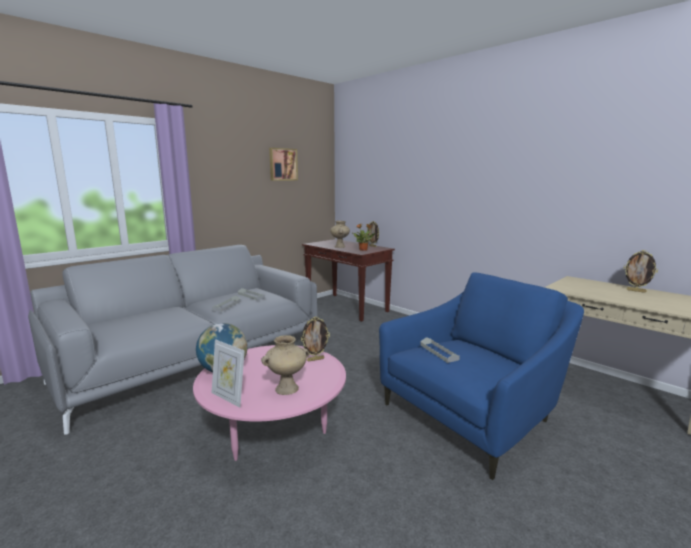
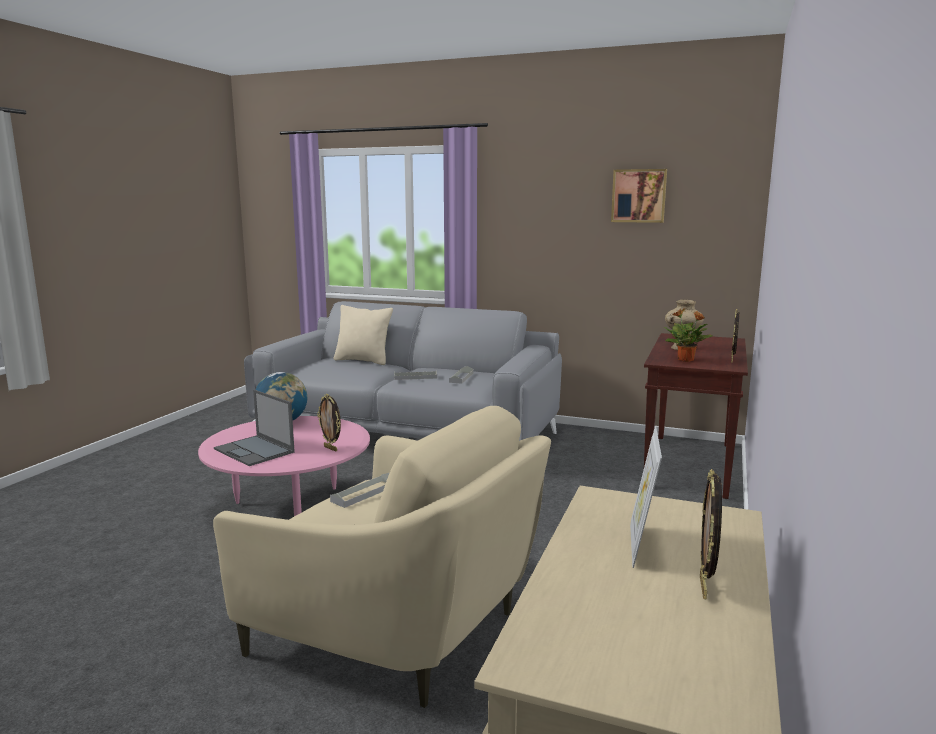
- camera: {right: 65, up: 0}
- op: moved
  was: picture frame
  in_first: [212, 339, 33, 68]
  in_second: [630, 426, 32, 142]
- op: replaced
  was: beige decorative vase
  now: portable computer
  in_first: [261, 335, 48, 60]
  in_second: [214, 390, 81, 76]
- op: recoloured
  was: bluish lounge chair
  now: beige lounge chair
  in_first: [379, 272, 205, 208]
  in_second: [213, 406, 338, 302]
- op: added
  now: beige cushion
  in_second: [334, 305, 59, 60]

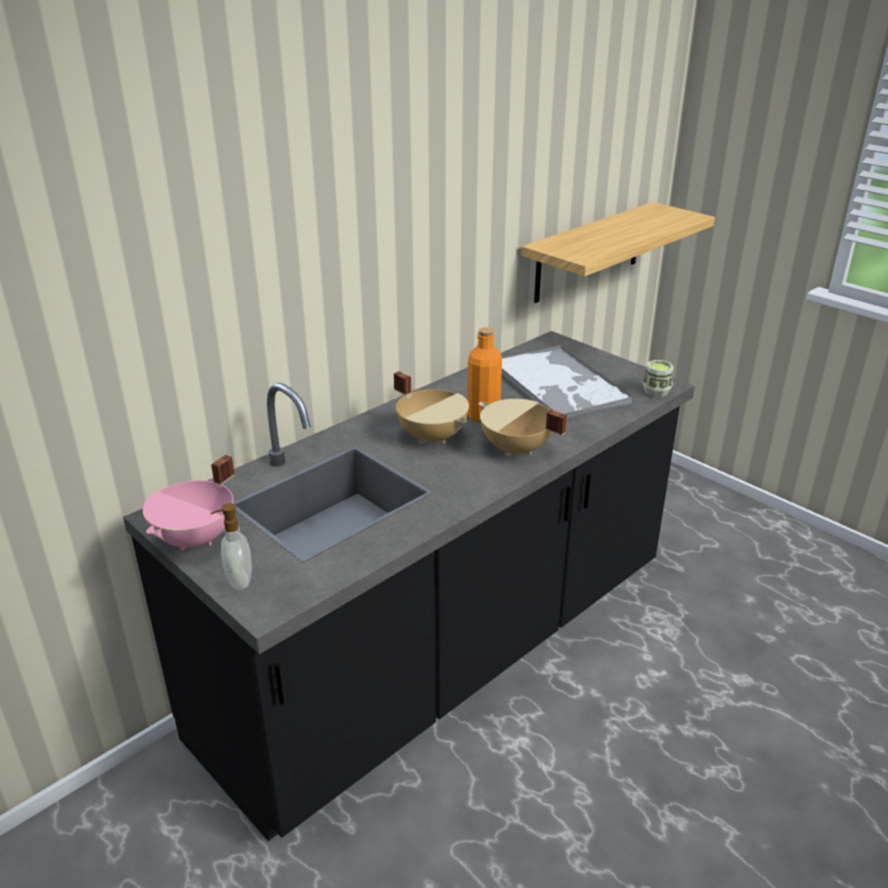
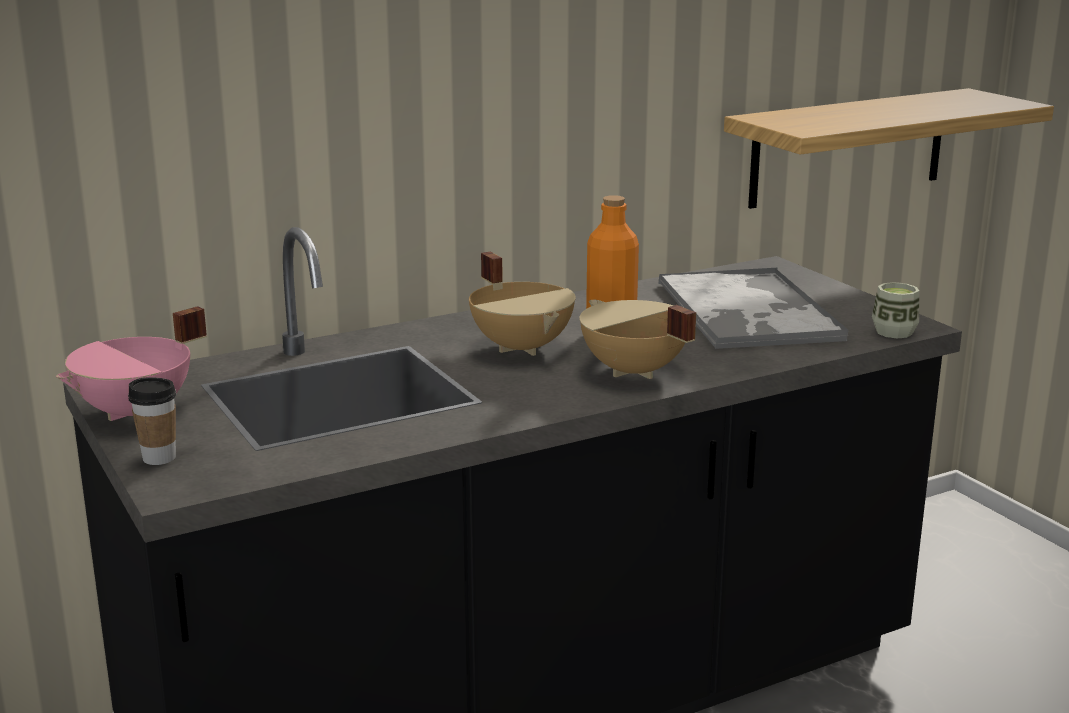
- camera: {right: 15, up: -10}
- op: replaced
  was: soap bottle
  now: cup
  in_first: [210, 503, 42, 87]
  in_second: [128, 377, 48, 88]

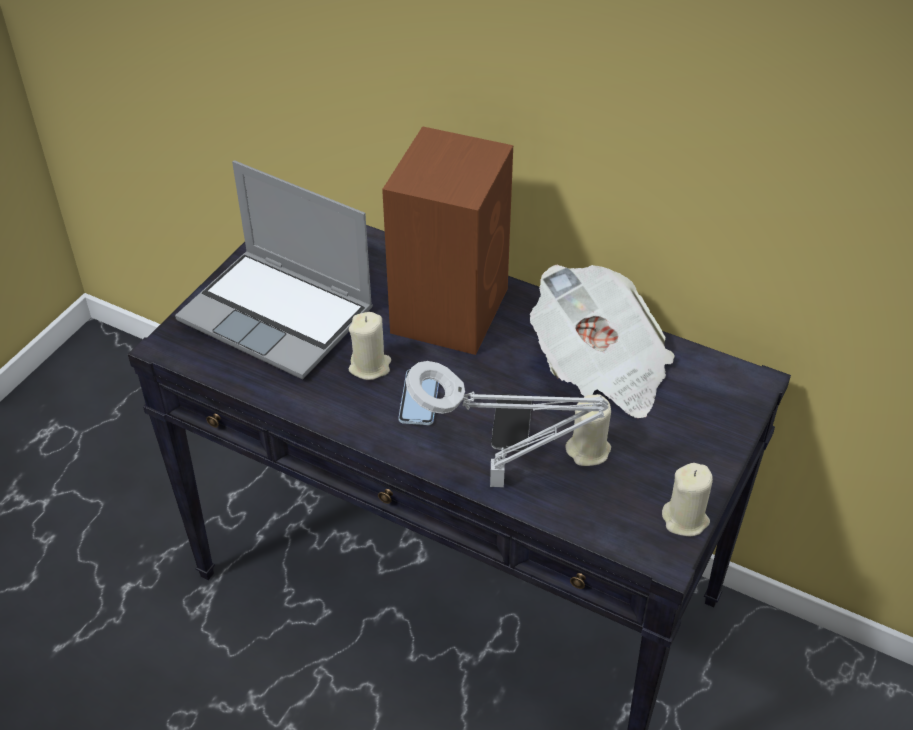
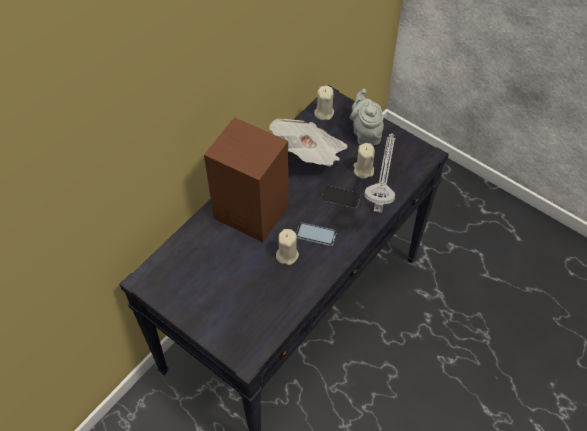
- camera: {right: -80, up: 10}
- op: removed
  was: portable computer
  in_first: [175, 161, 198, 219]
- op: moved
  was: beige wax candle
  in_first: [662, 463, 51, 73]
  in_second: [314, 86, 20, 34]
- op: added
  now: grey tea pot
  in_second: [350, 89, 34, 56]

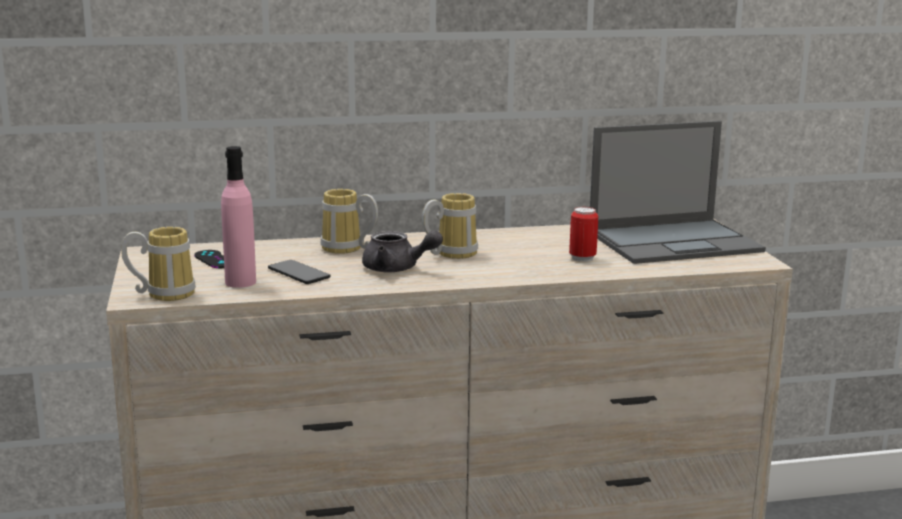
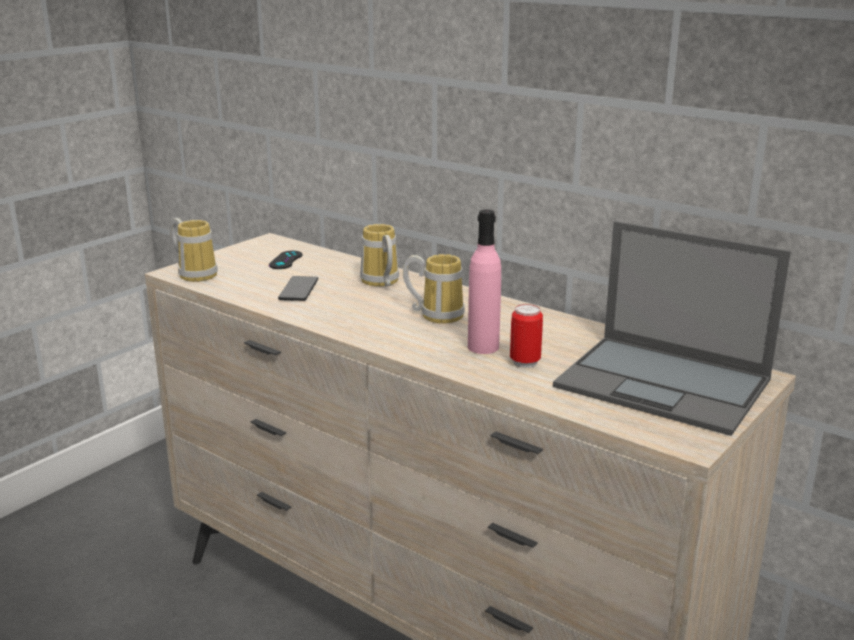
- camera: {right: 50, up: 5}
- op: moved
  was: pink bottle
  in_first: [221, 146, 35, 142]
  in_second: [468, 209, 33, 145]
- op: removed
  was: grey tea pot
  in_first: [362, 230, 81, 43]

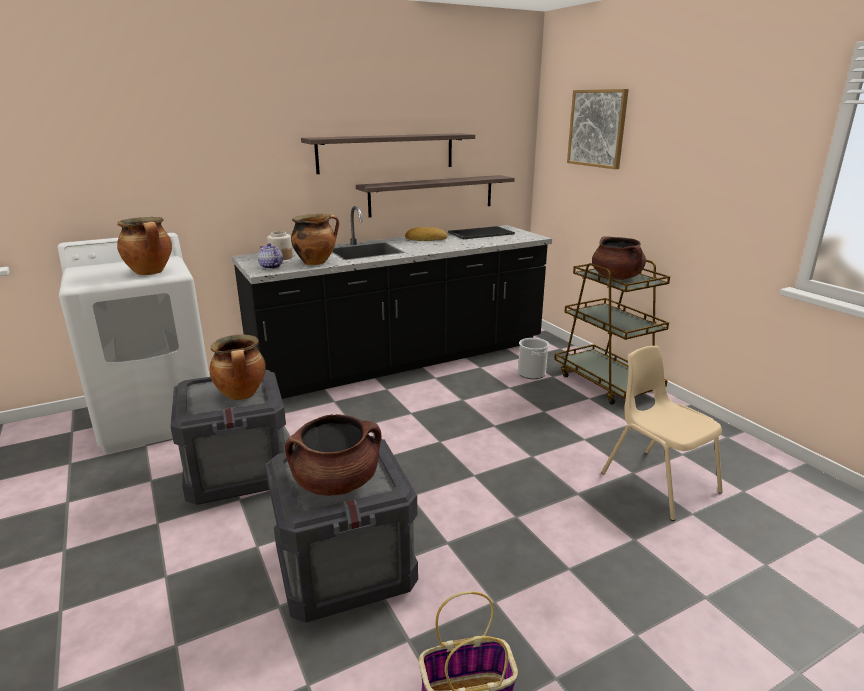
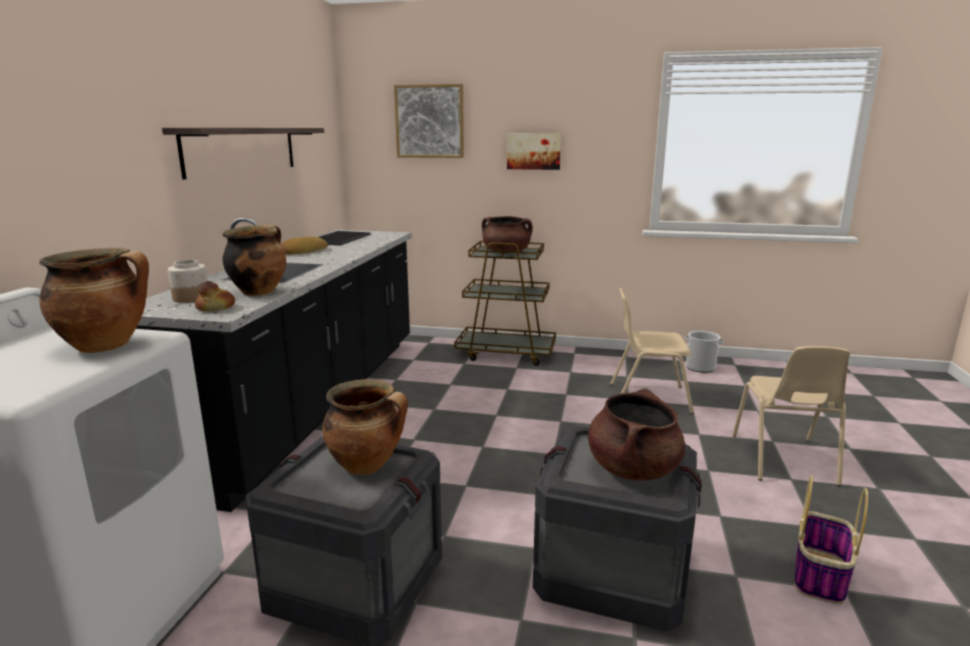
- camera: {right: -50, up: -5}
- op: replaced
  was: tea pot
  now: bakery bread
  in_first: [258, 243, 25, 26]
  in_second: [195, 281, 40, 30]
- op: removed
  was: wall shelf
  in_first: [356, 175, 159, 42]
- op: moved
  was: water bucket
  in_first: [518, 338, 31, 41]
  in_second: [685, 331, 38, 42]
- op: added
  now: wall picture
  in_second: [507, 133, 54, 37]
- op: added
  now: beige chair
  in_second: [732, 346, 118, 140]

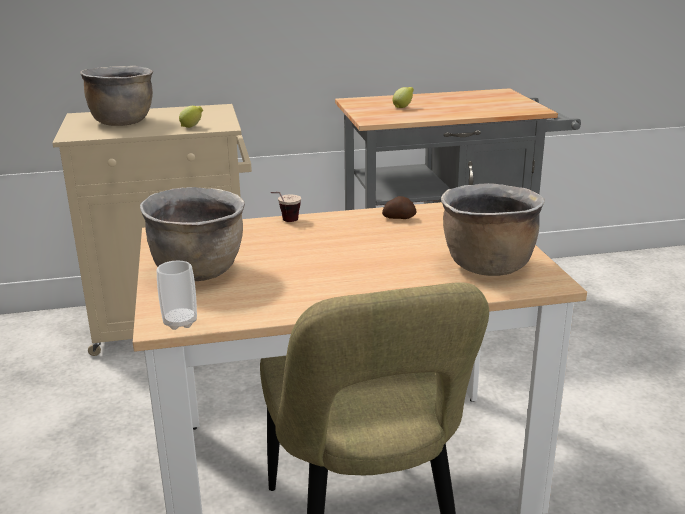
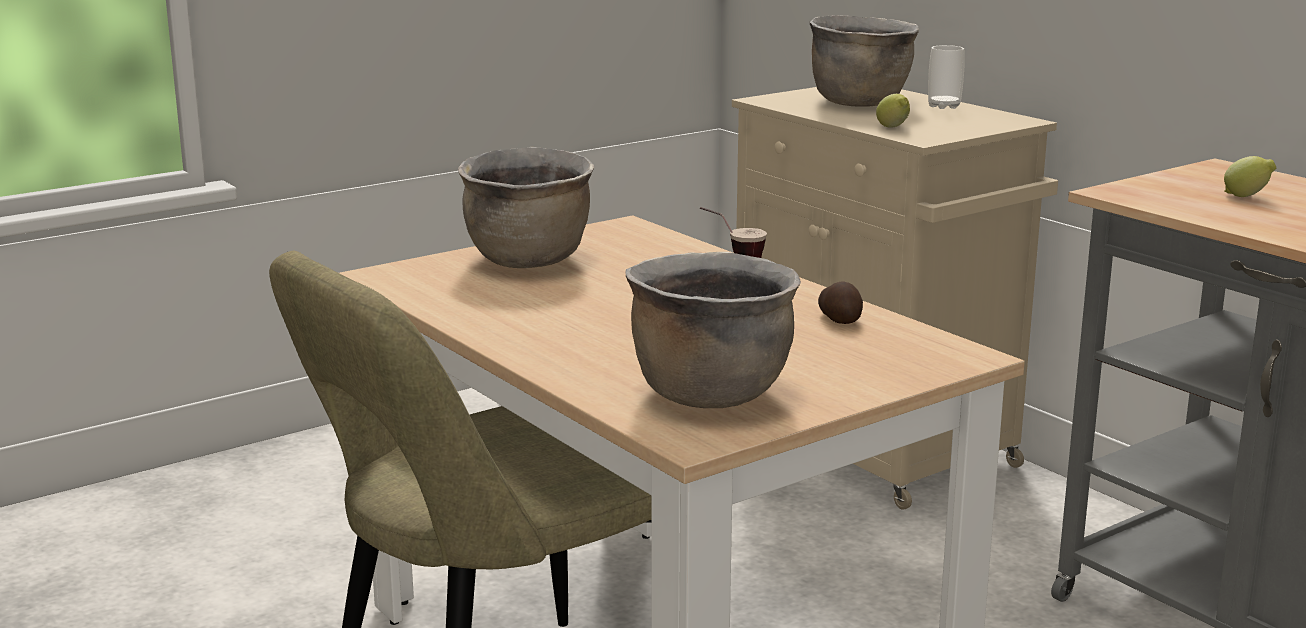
- camera: {right: 65, up: -5}
- op: moved
  was: cup
  in_first: [157, 261, 40, 69]
  in_second: [928, 45, 37, 64]

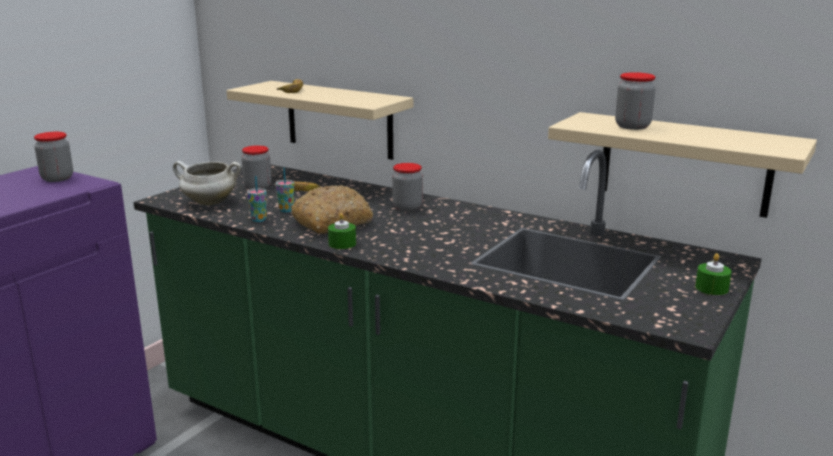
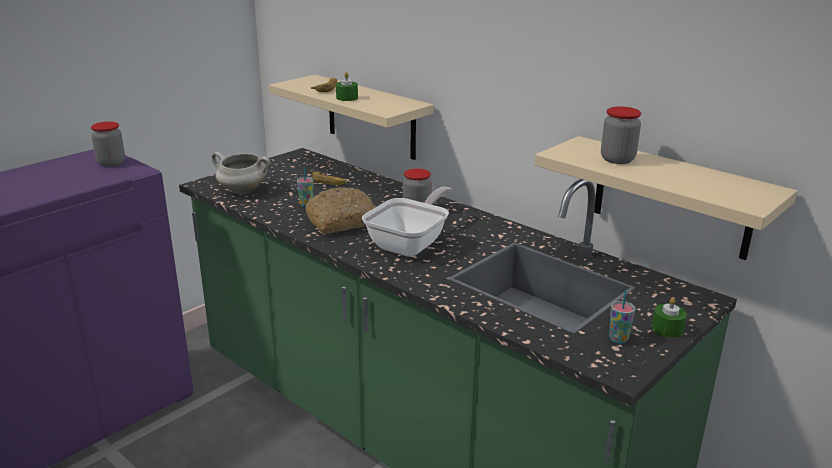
- camera: {right: 10, up: 5}
- op: removed
  was: preserve jar
  in_first: [242, 145, 30, 44]
- op: moved
  was: cup
  in_first: [247, 176, 20, 46]
  in_second: [609, 290, 26, 54]
- op: moved
  was: green-coloured wax candle
  in_first: [328, 213, 28, 36]
  in_second: [336, 72, 22, 29]
- op: added
  now: frying pan
  in_second: [362, 187, 90, 70]

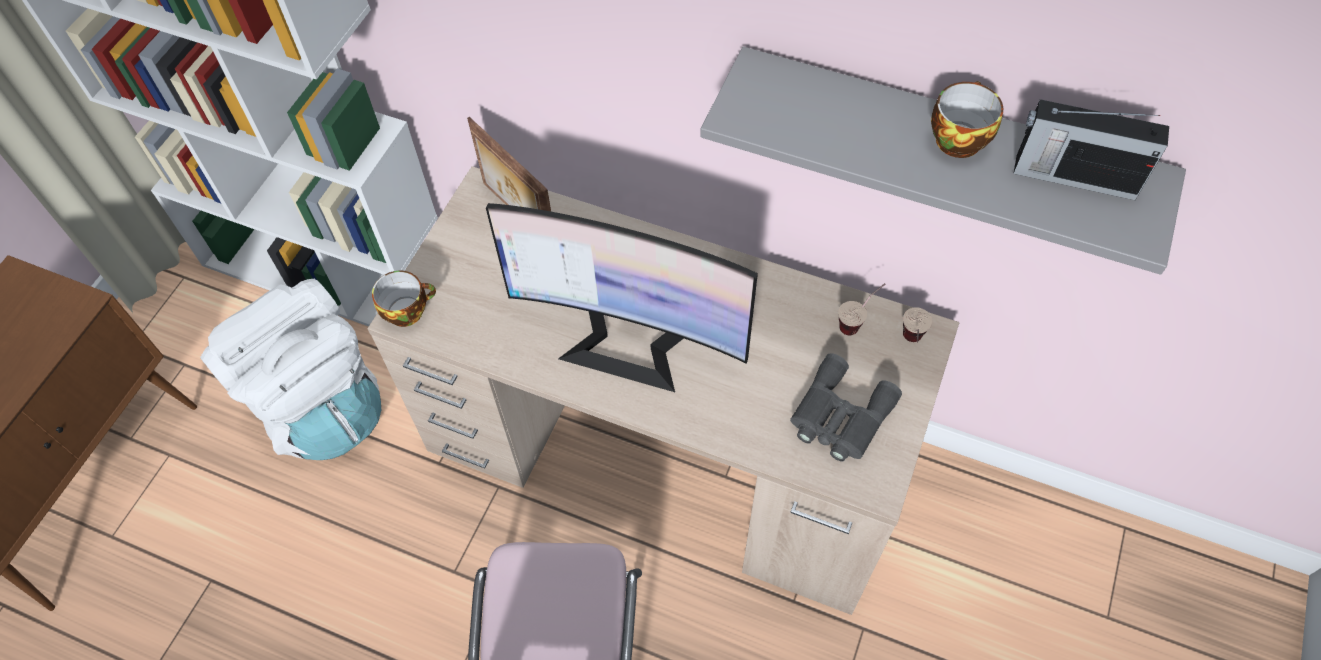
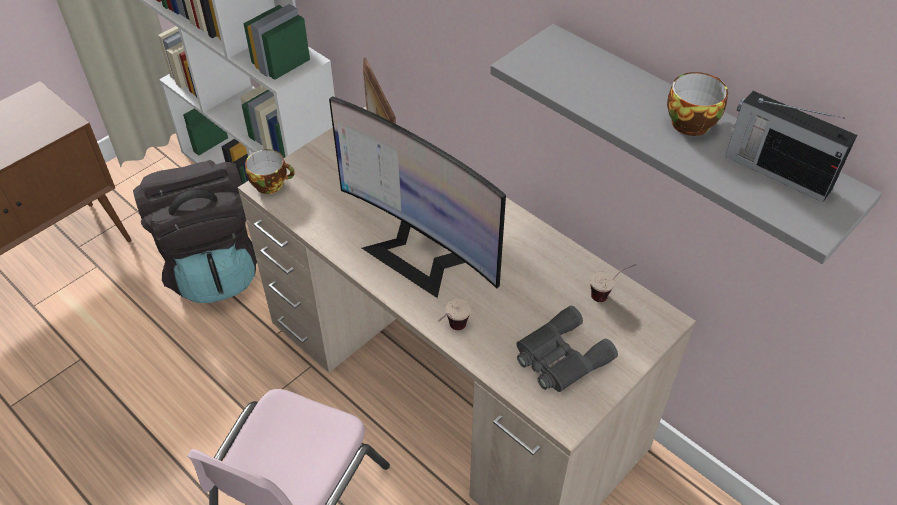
- camera: {right: 20, up: -10}
- op: recoloured
  was: white rucksack
  now: black rucksack
  in_first: [200, 279, 181, 181]
  in_second: [133, 160, 124, 143]
- op: moved
  was: cup
  in_first: [903, 307, 30, 36]
  in_second: [438, 299, 33, 31]

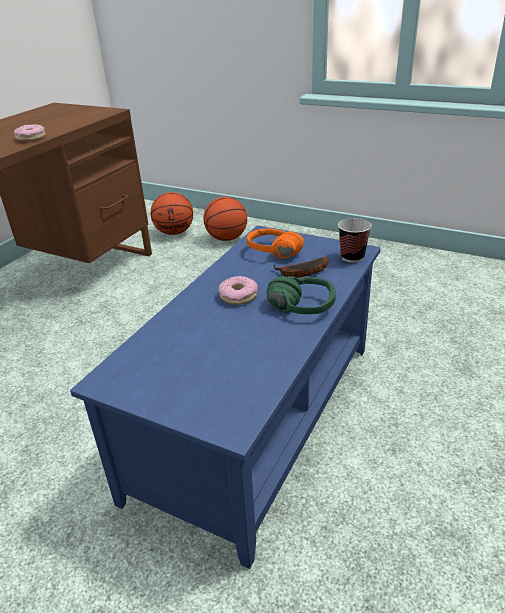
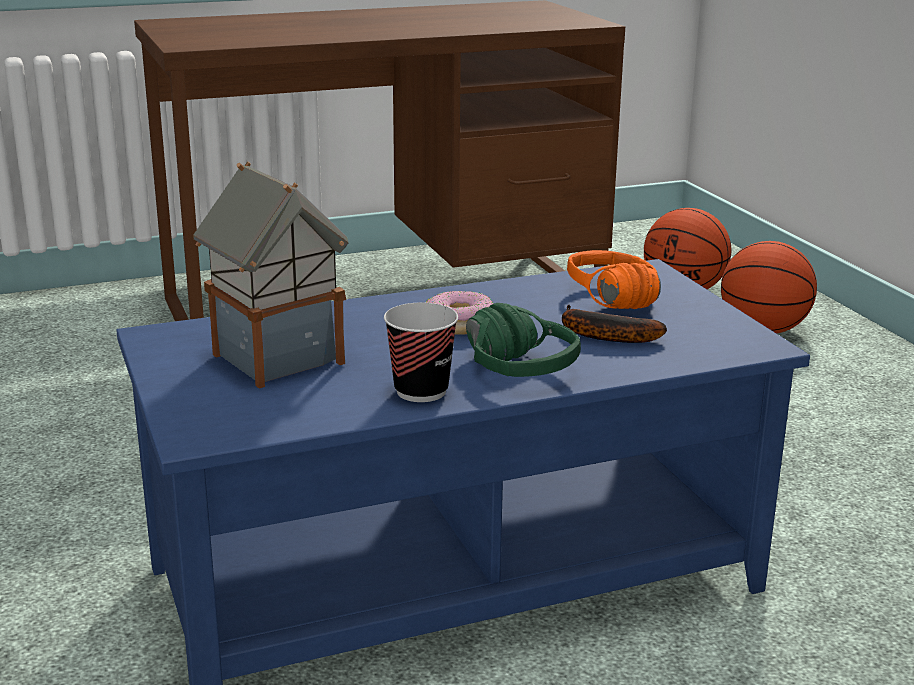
- camera: {right: 40, up: -10}
- op: removed
  was: donut
  in_first: [14, 124, 32, 18]
- op: moved
  was: cup
  in_first: [338, 218, 33, 45]
  in_second: [384, 303, 74, 99]
- op: added
  now: toy house
  in_second: [193, 161, 156, 228]

